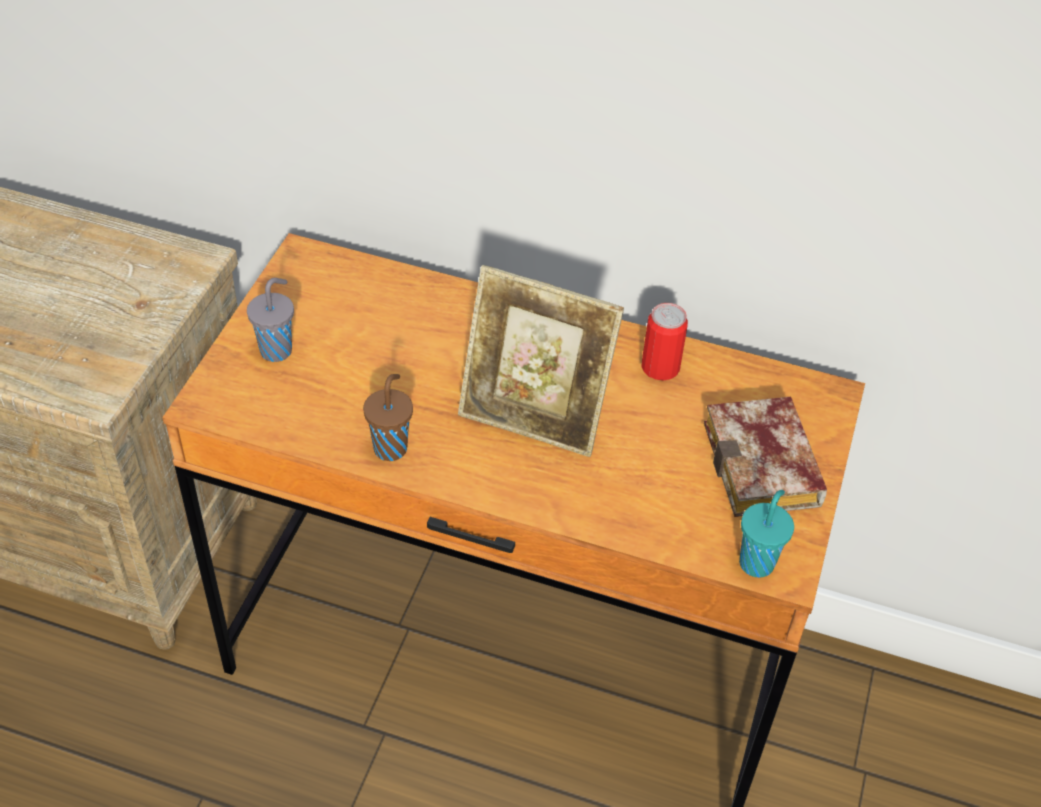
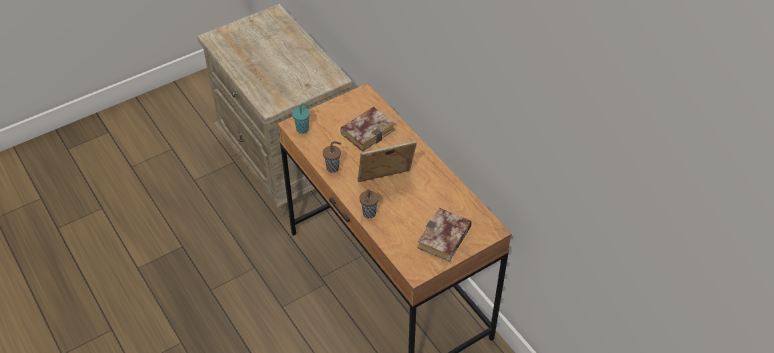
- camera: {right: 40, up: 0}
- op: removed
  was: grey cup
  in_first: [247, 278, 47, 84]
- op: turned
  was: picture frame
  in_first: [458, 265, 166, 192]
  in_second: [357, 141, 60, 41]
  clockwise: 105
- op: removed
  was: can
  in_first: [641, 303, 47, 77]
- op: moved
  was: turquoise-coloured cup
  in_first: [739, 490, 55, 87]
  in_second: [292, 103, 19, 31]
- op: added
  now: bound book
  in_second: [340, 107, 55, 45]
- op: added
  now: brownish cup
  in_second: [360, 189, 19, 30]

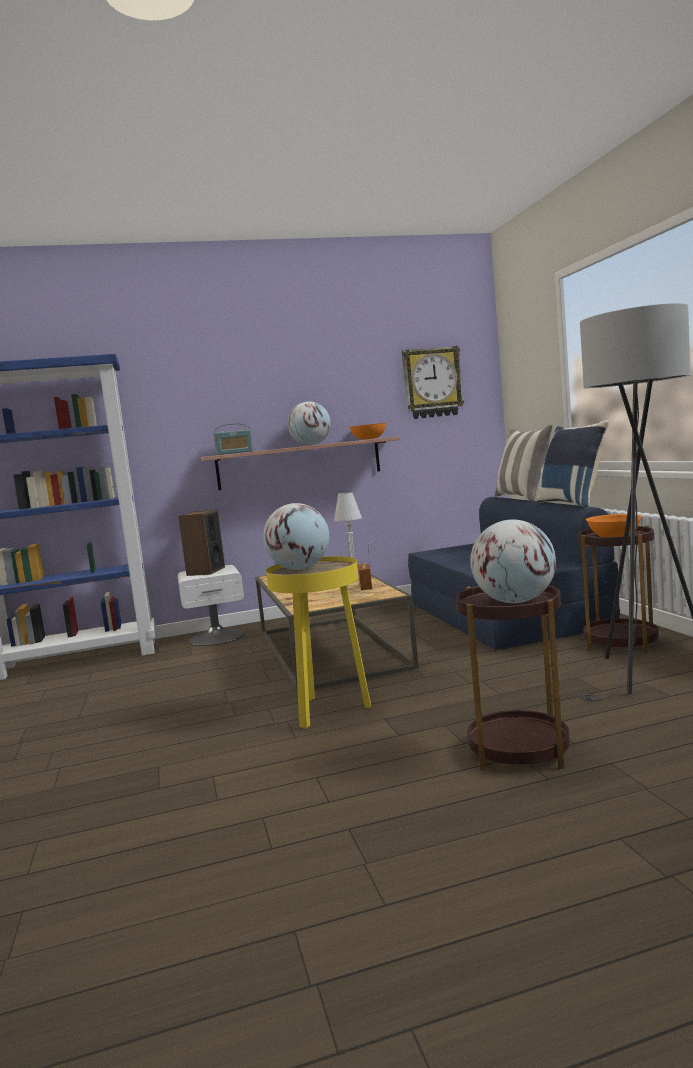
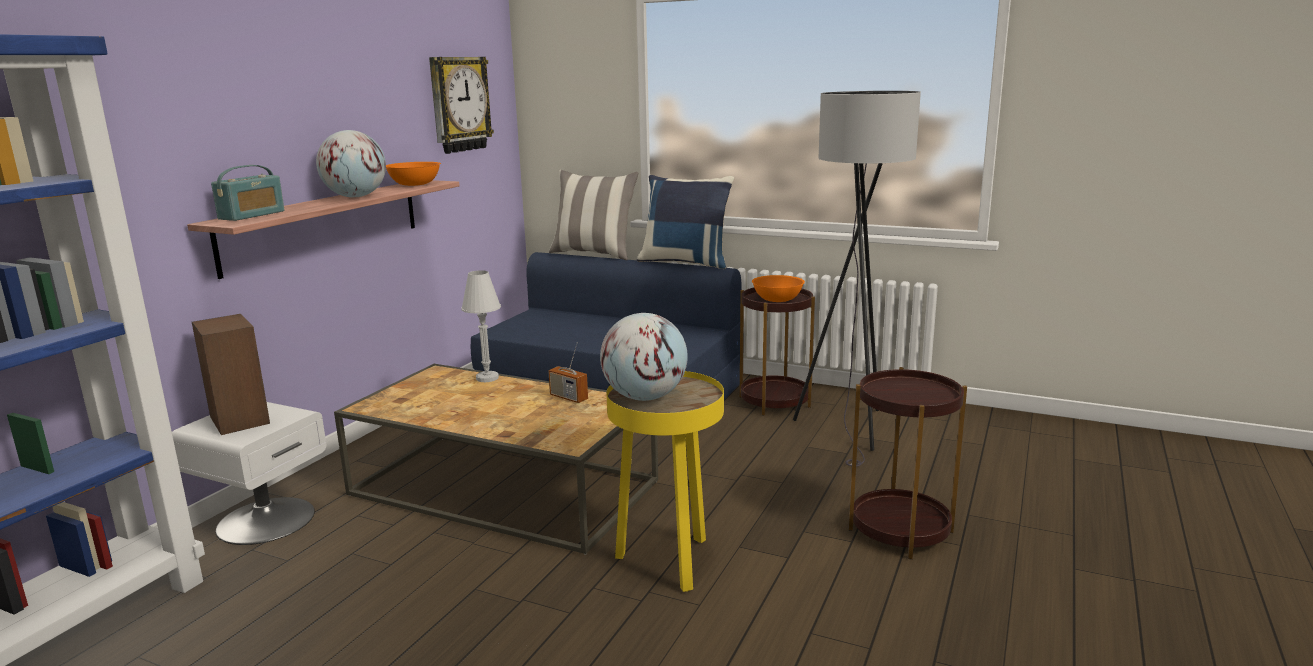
- camera: {right: -50, up: 10}
- op: removed
  was: globe
  in_first: [470, 520, 86, 83]

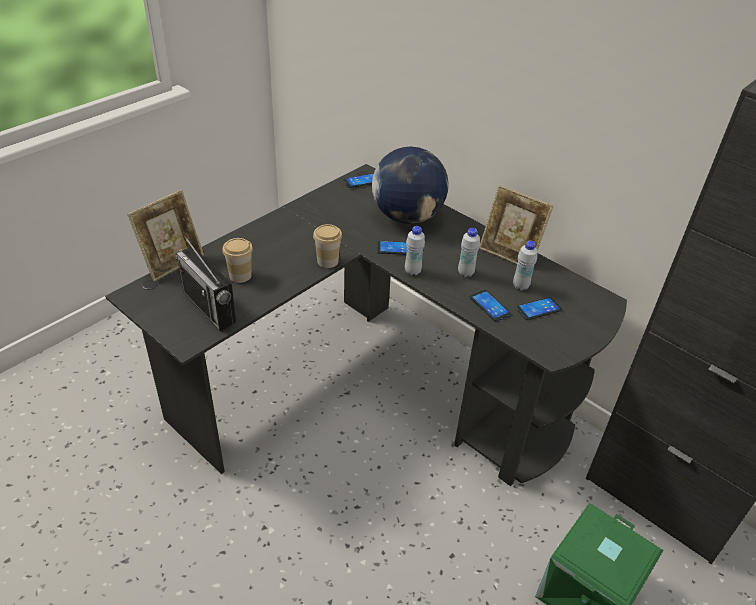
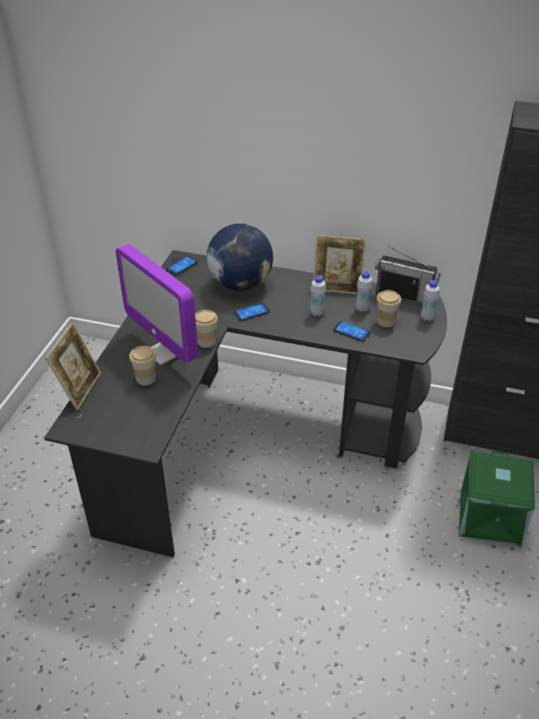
- camera: {right: -25, up: 0}
- op: moved
  was: radio receiver
  in_first: [175, 235, 61, 96]
  in_second: [375, 245, 65, 60]
- op: moved
  was: white bottle
  in_first: [405, 226, 20, 50]
  in_second: [421, 280, 19, 42]
- op: replaced
  was: phone
  now: cup
  in_first: [516, 297, 46, 23]
  in_second: [376, 290, 25, 37]
- op: added
  now: computer screen
  in_second: [116, 244, 82, 121]

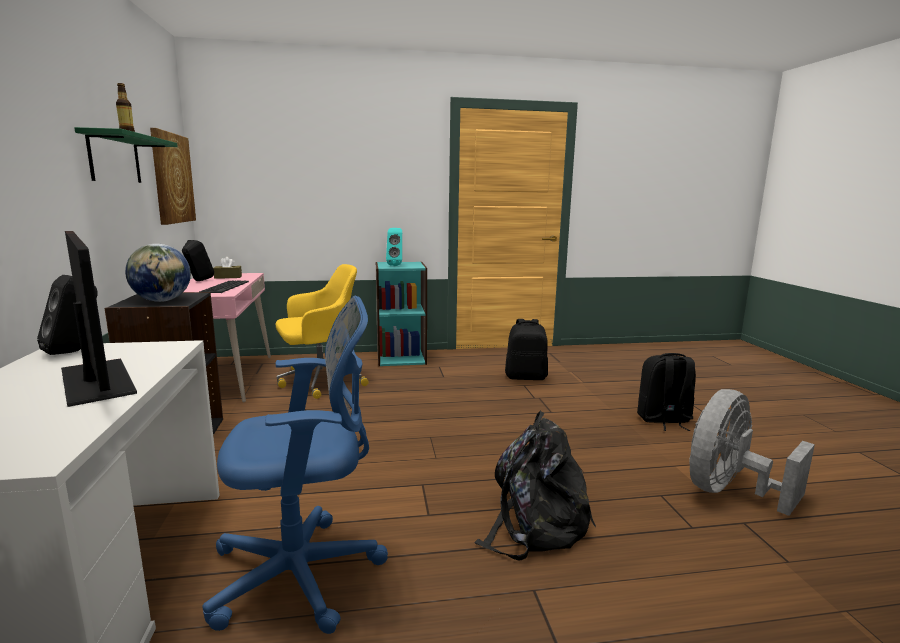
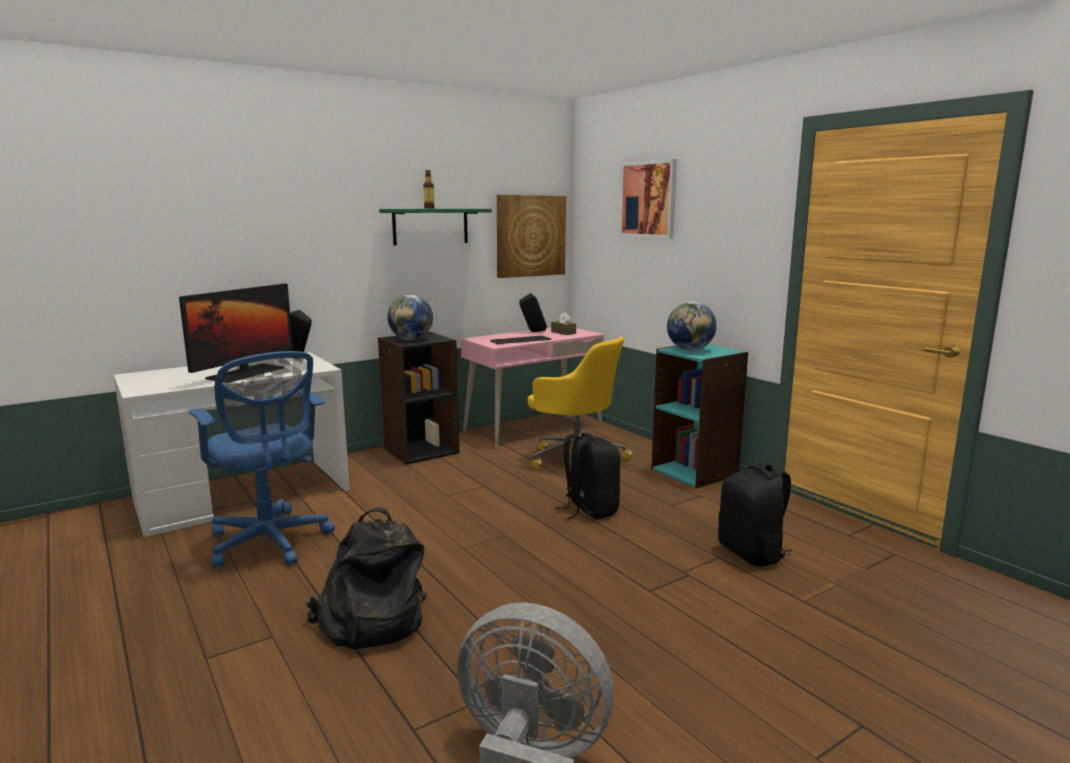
- camera: {right: 65, up: 0}
- op: replaced
  was: turquoise-coloured speaker
  now: globe
  in_first: [386, 228, 16, 38]
  in_second: [667, 301, 50, 50]
- op: moved
  was: black rucksack
  in_first: [637, 353, 59, 78]
  in_second: [555, 433, 65, 87]
- op: added
  now: wall picture
  in_second: [619, 159, 58, 80]

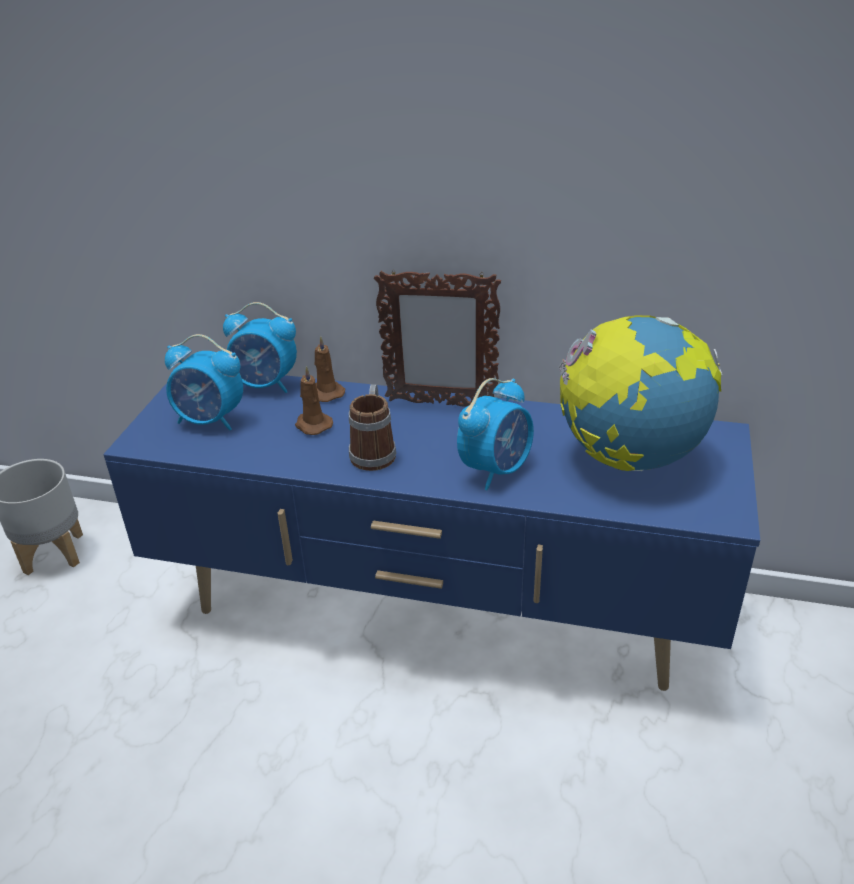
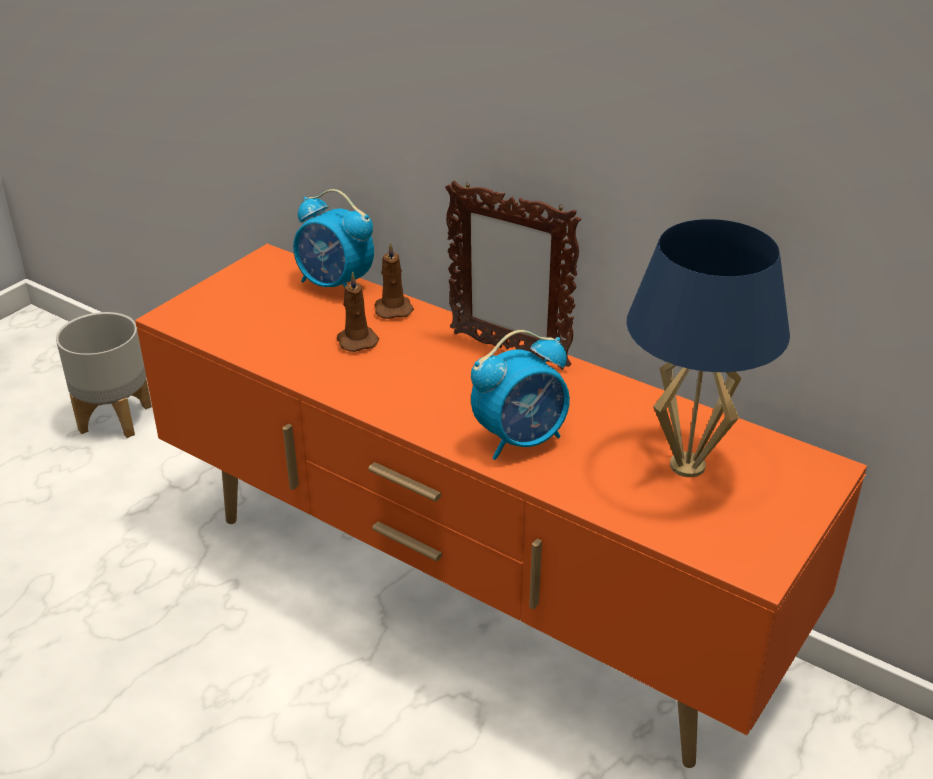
- camera: {right: 20, up: 0}
- op: recoloured
  was: bluish tv unit
  now: orange-coloured tv unit
  in_first: [103, 375, 657, 316]
  in_second: [135, 244, 732, 524]
- op: removed
  was: table clock
  in_first: [165, 334, 78, 96]
- op: removed
  was: coffee mug
  in_first: [349, 384, 47, 87]
- op: replaced
  was: globe
  now: bluish lamp for a table
  in_first: [559, 315, 163, 156]
  in_second: [626, 219, 164, 258]

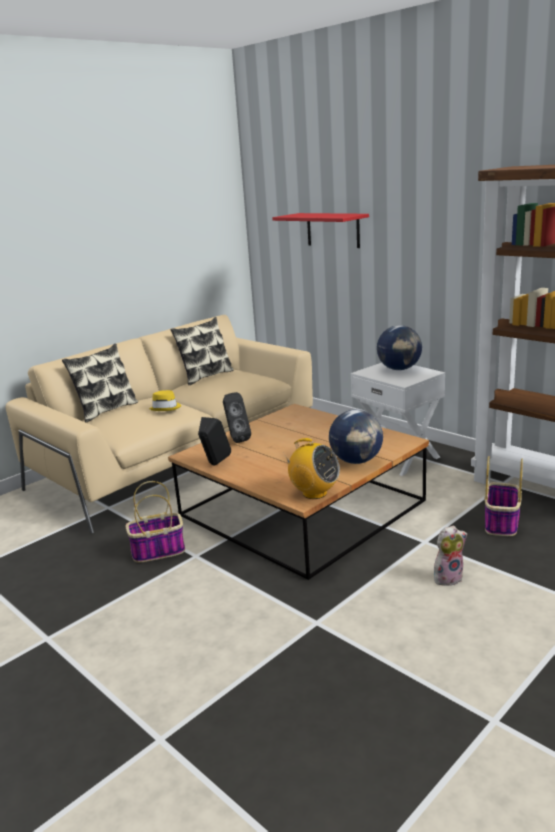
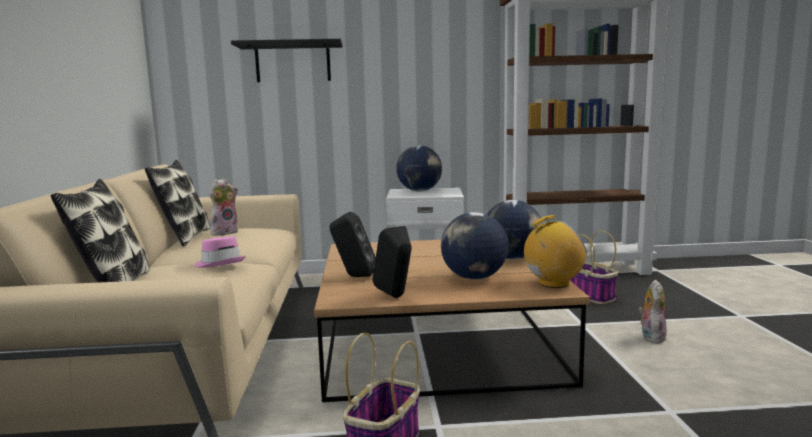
- camera: {right: -50, up: -10}
- op: recoloured
  was: yellow-coloured hat
  now: pink hat
  in_first: [149, 390, 32, 21]
  in_second: [195, 237, 51, 31]
- op: recoloured
  was: reddish wall shelf
  now: black wall shelf
  in_first: [272, 213, 97, 35]
  in_second: [231, 39, 112, 43]
- op: added
  now: soft toy
  in_second: [209, 179, 29, 57]
- op: added
  now: globe
  in_second: [441, 212, 67, 68]

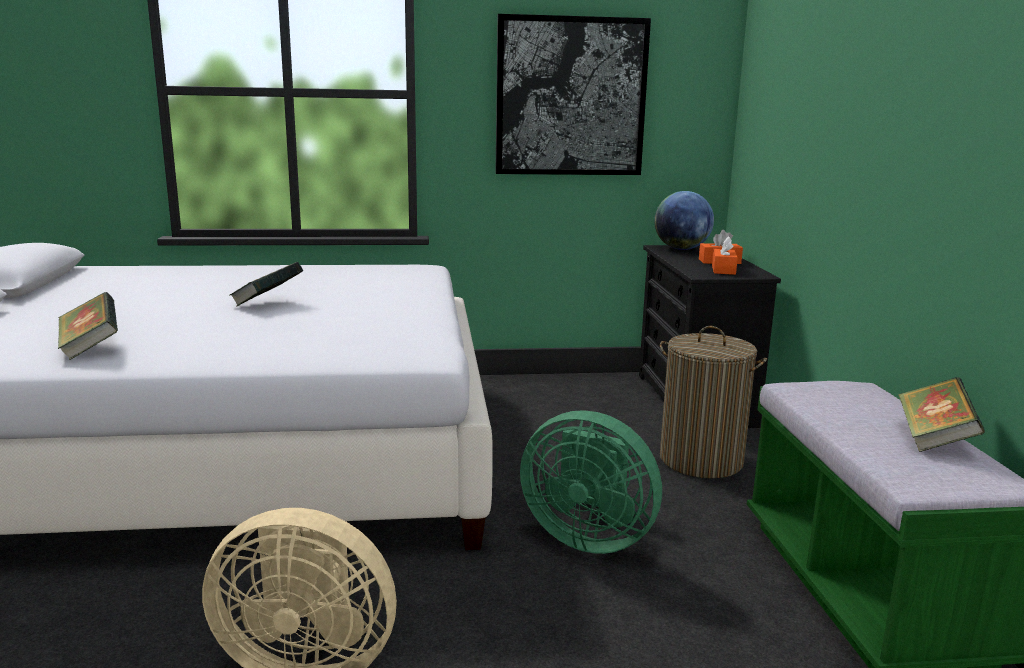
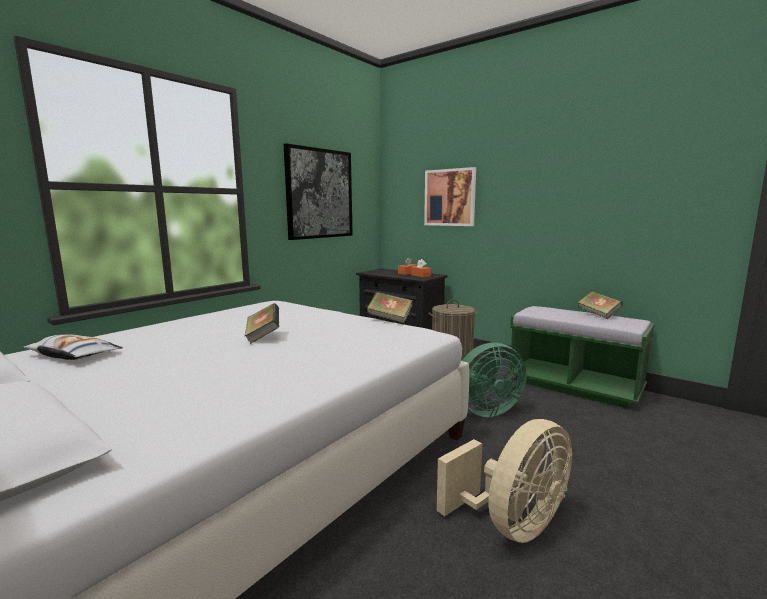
- camera: {right: -45, up: -5}
- op: moved
  was: bound book
  in_first: [58, 292, 60, 68]
  in_second: [367, 292, 46, 31]
- op: removed
  was: globe
  in_first: [654, 191, 60, 59]
- op: added
  now: cushion
  in_second: [24, 334, 99, 26]
- op: added
  now: wall picture
  in_second: [424, 167, 52, 59]

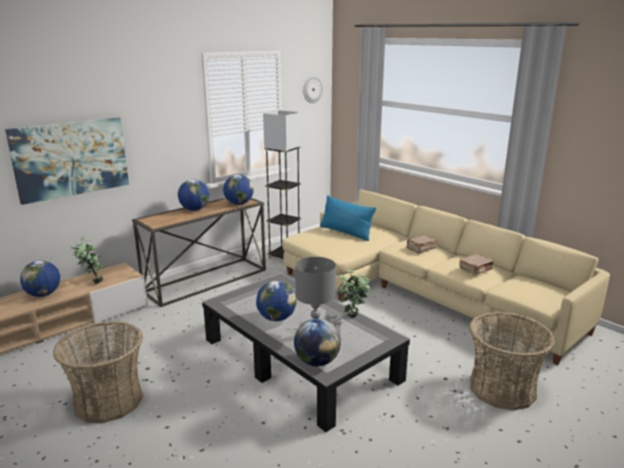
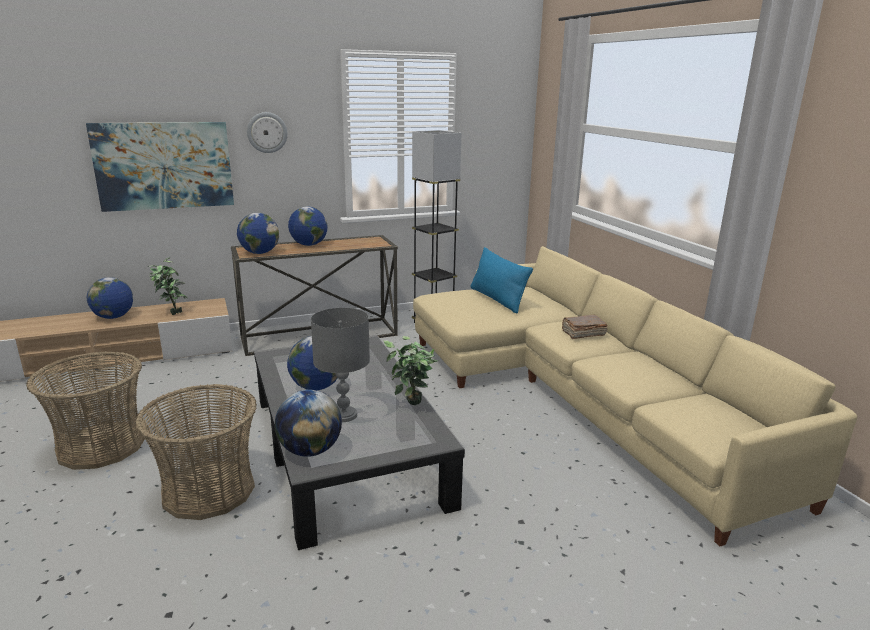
- camera: {right: 20, up: 0}
- op: moved
  was: globe
  in_first: [223, 175, 31, 30]
  in_second: [237, 213, 42, 41]
- op: moved
  was: hanging clock
  in_first: [303, 76, 20, 27]
  in_second: [247, 112, 40, 41]
- op: removed
  was: brownish bound book
  in_first: [459, 254, 34, 21]
- op: moved
  was: basket
  in_first: [469, 312, 86, 98]
  in_second: [135, 384, 122, 136]

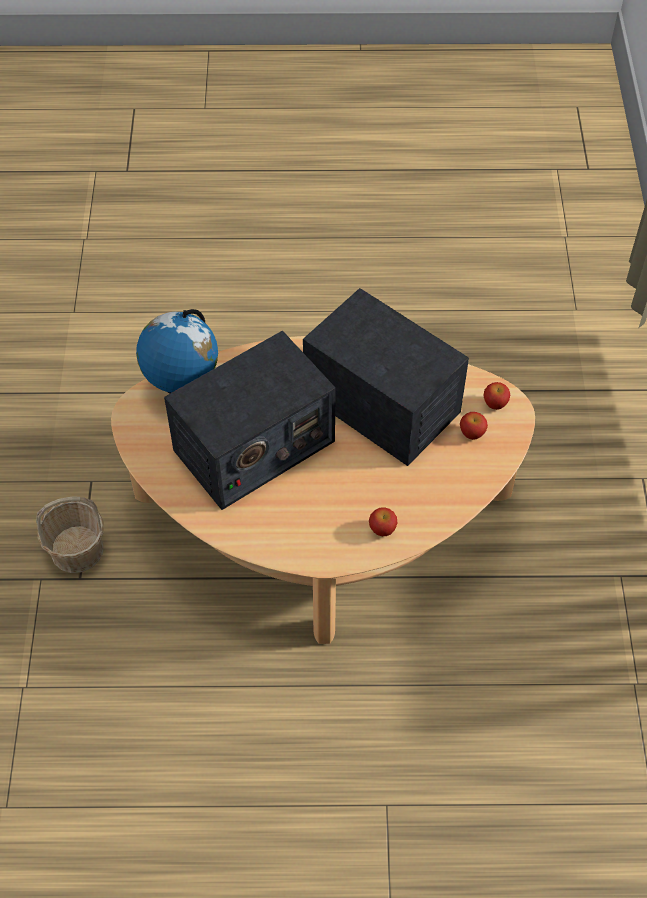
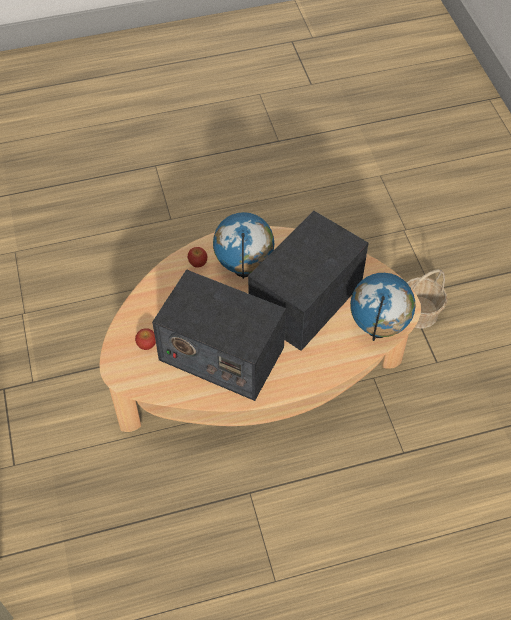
- camera: {right: 165, up: 0}
- op: removed
  was: whole apple
  in_first: [483, 382, 27, 28]
- op: added
  now: globe
  in_second: [213, 212, 61, 67]

